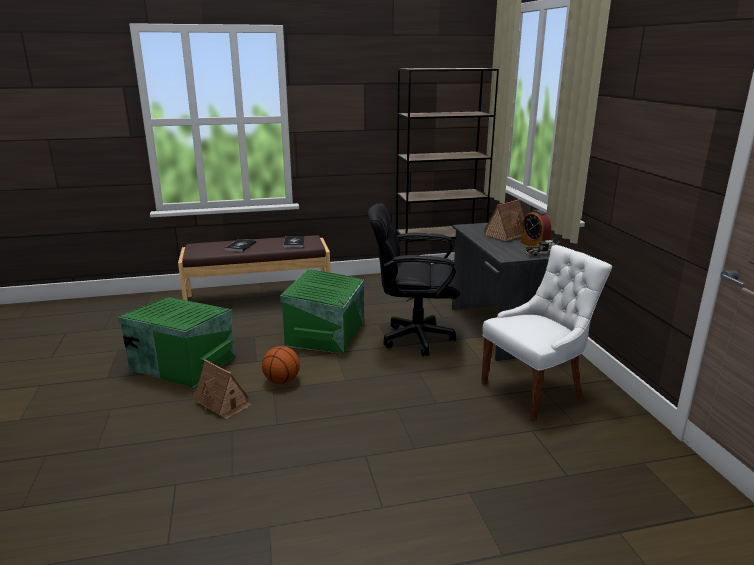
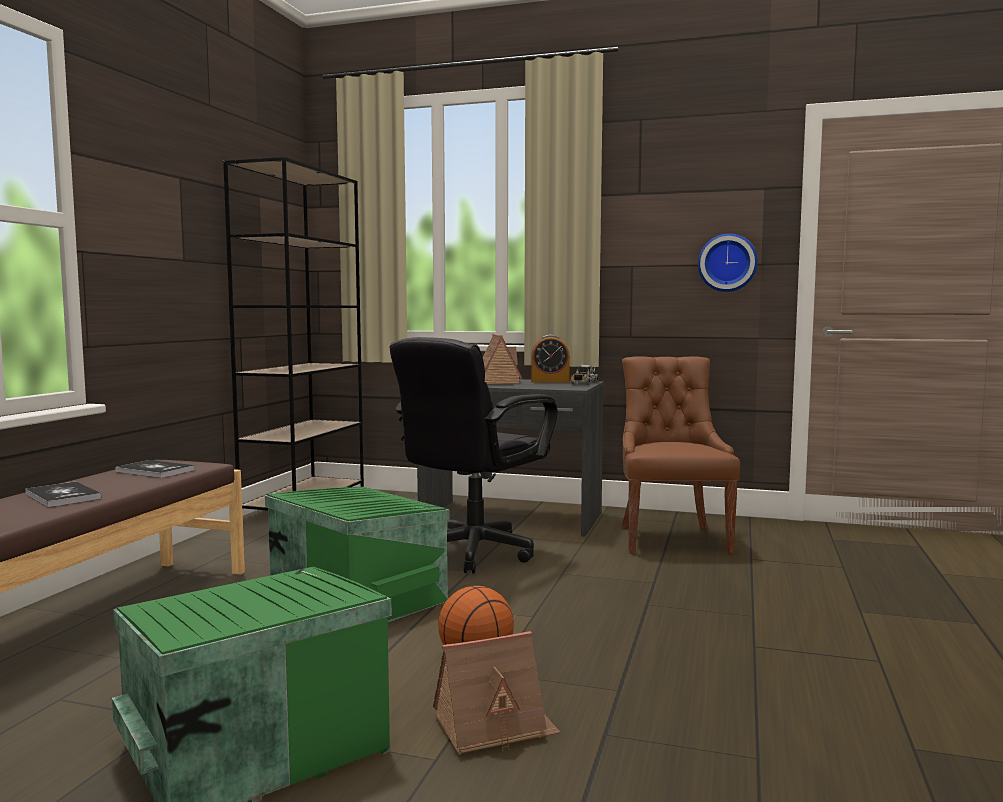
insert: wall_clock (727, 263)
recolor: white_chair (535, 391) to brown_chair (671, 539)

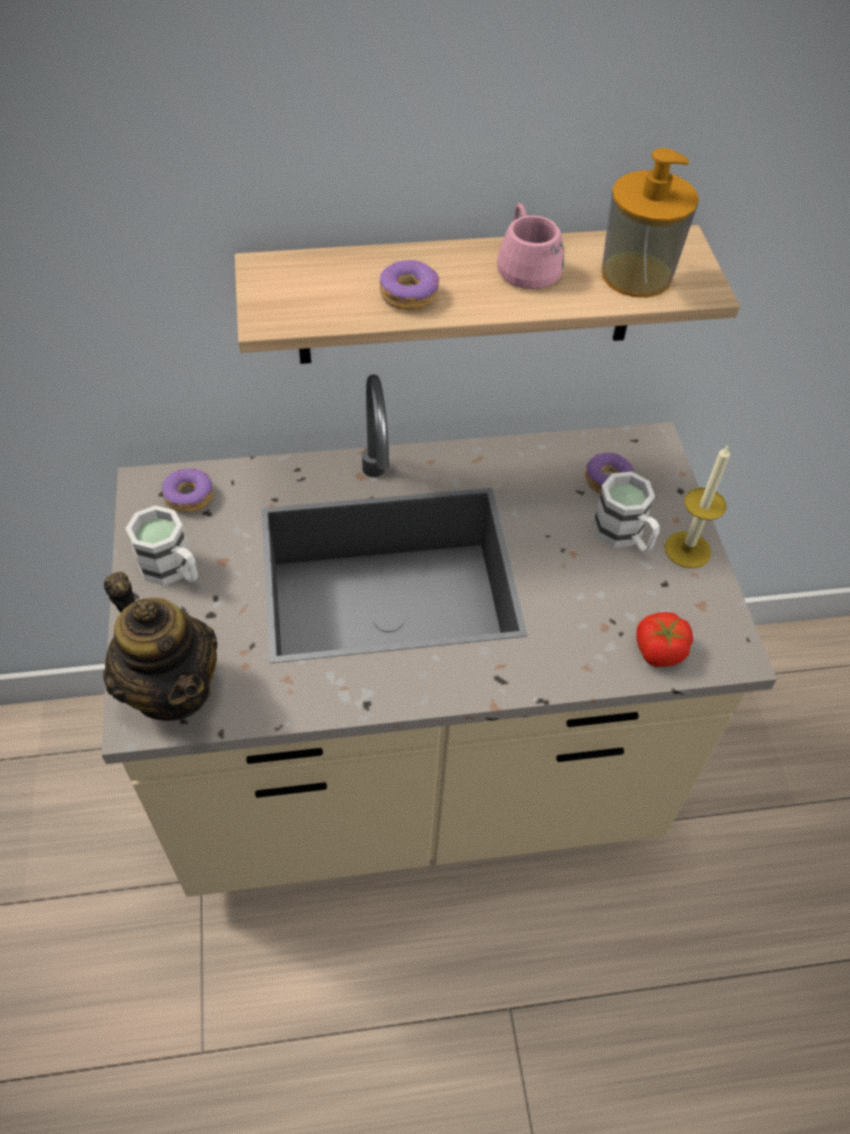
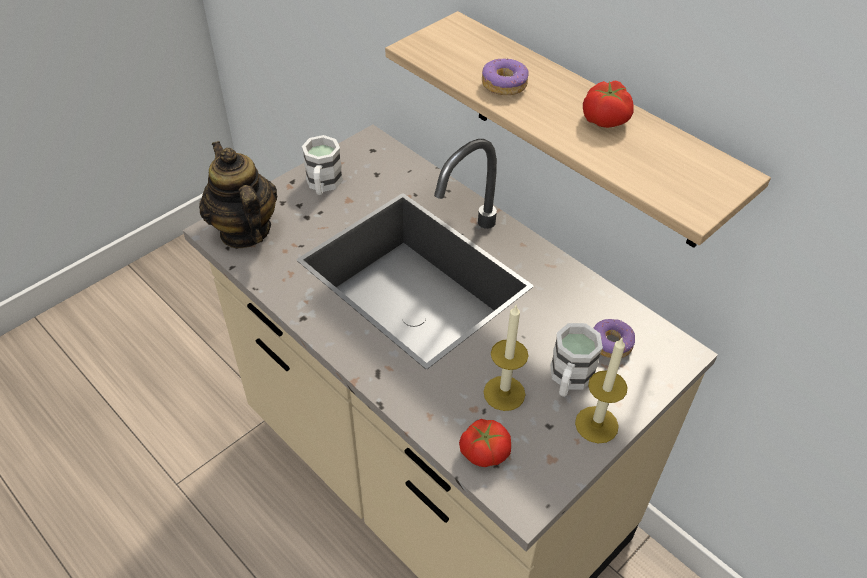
delete: donut (188, 496); soap_dispenser (636, 275)
insert: candle (504, 393)
replace: pink_mug (533, 264) to tomato (606, 119)
rotate: teapot (172, 688) = (244, 231) 135 degrees clockwise

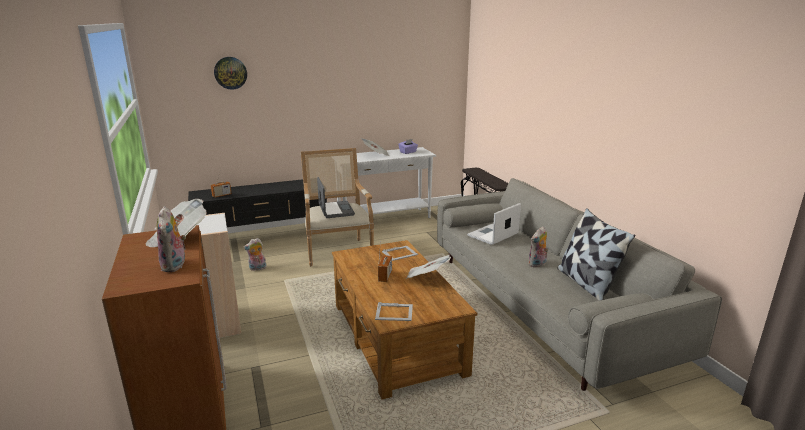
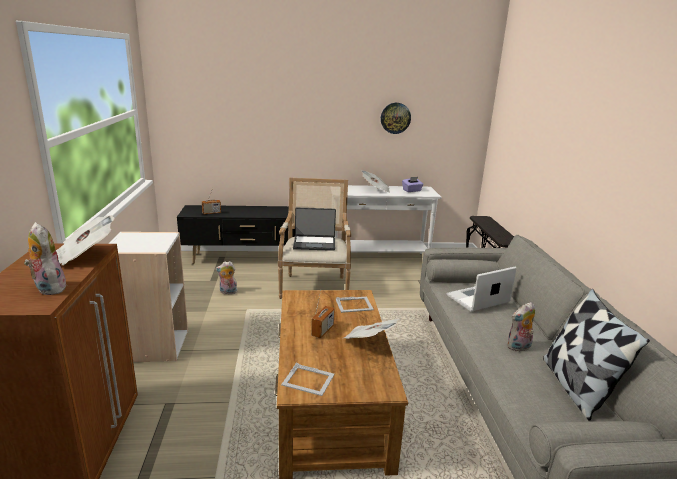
move: wall_clock (230, 73) to (395, 118)
rotate: plush_toy (175, 266) = (48, 288) 135 degrees clockwise; laptop (335, 210) = (314, 243) 90 degrees clockwise

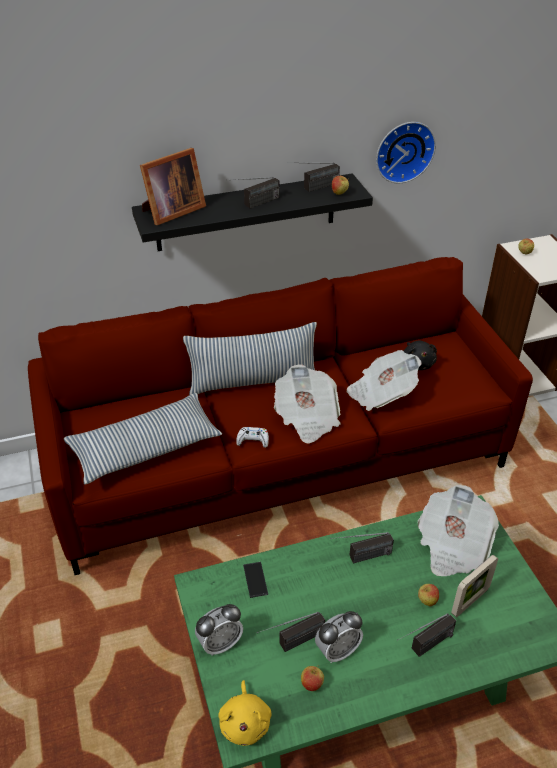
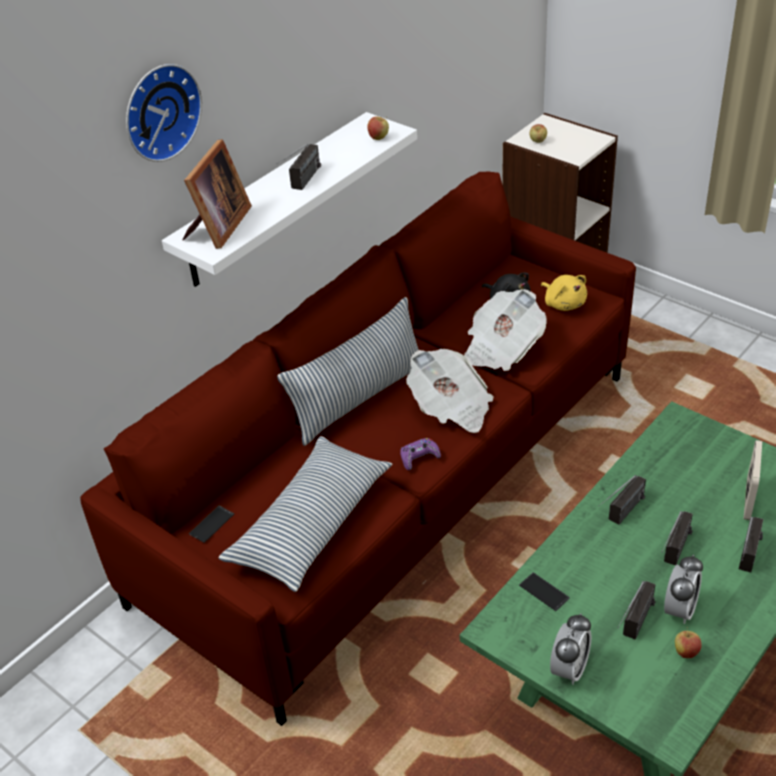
delete: newspaper (452, 546); apple (427, 601)
insert: phone (211, 524)
move: yellow_plush_toy (245, 722) to (564, 303); radio (313, 188) to (674, 556); wall_clock (403, 150) to (159, 111)
recolor: black_shelf (246, 213) to white_shelf (275, 200); white_game_controller (253, 440) to purple_game_controller (419, 457)

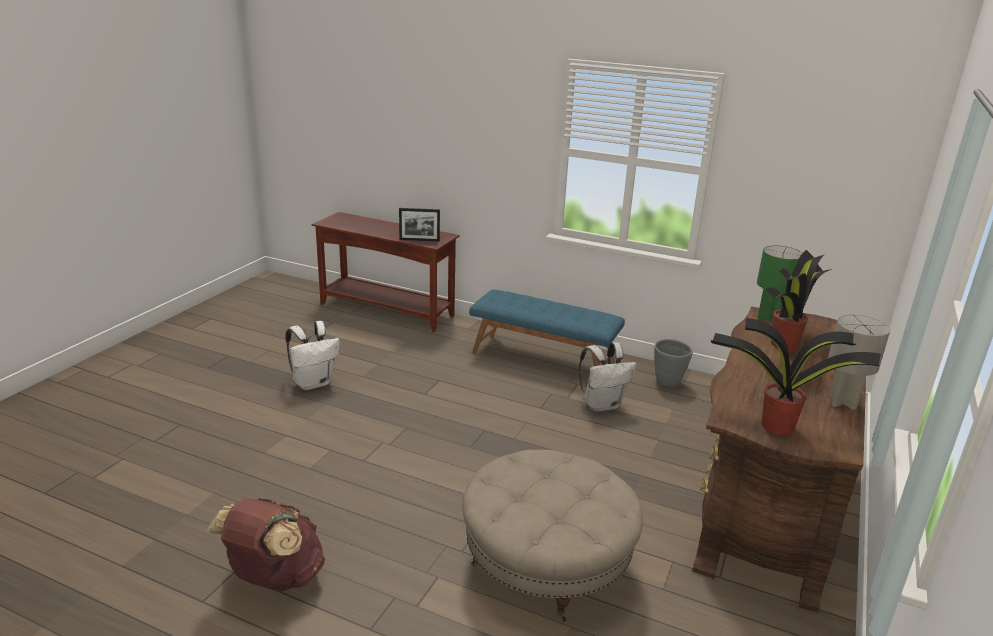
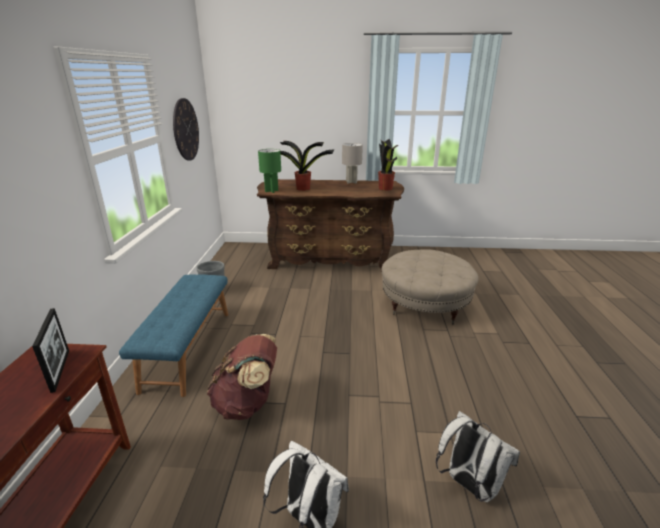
insert: wall_clock (186, 130)
move: brown_backpack (274, 578) to (247, 403); white_backpack (602, 404) to (469, 484)

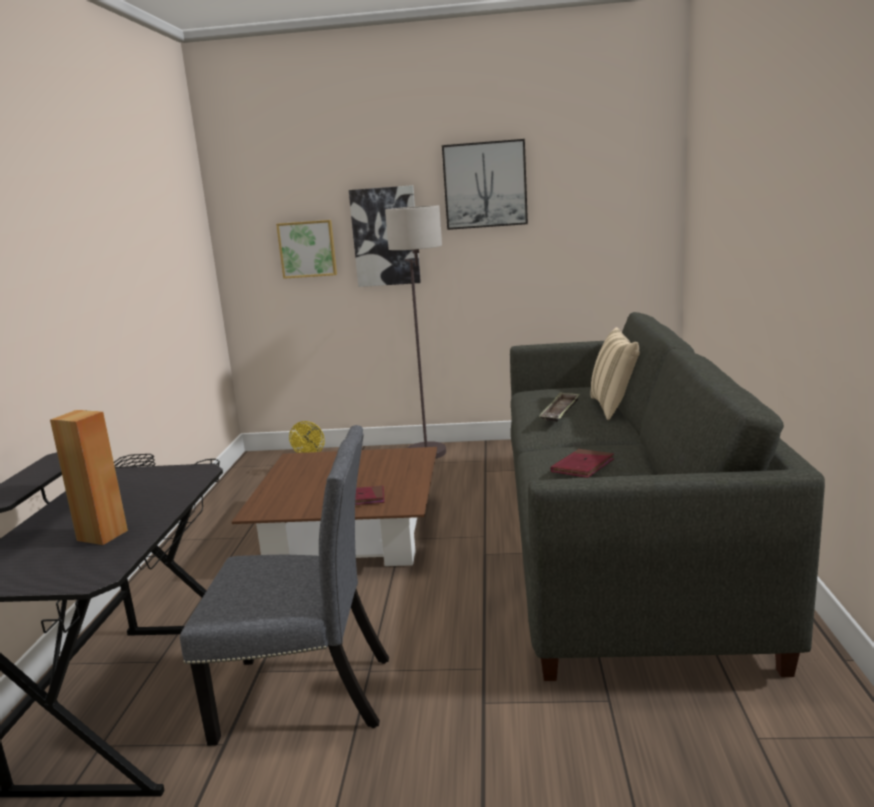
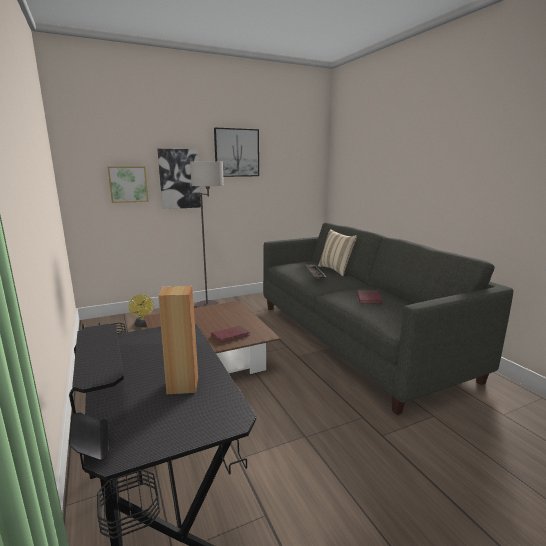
delete: grey_chair (301, 695)

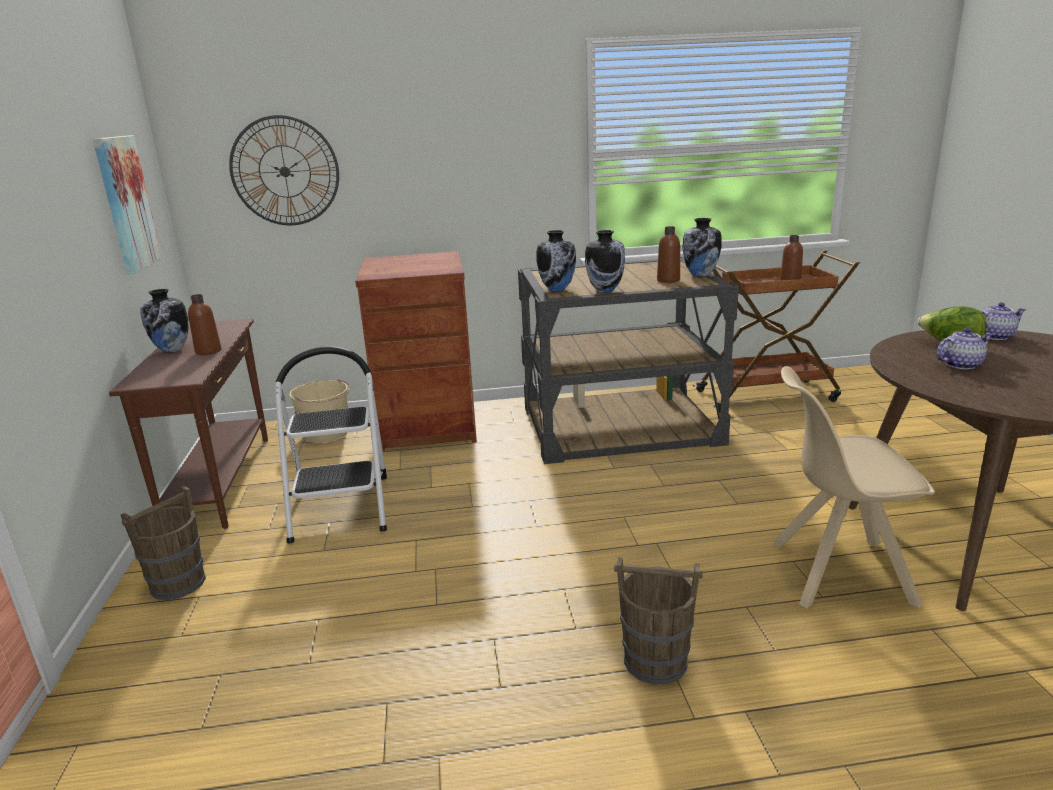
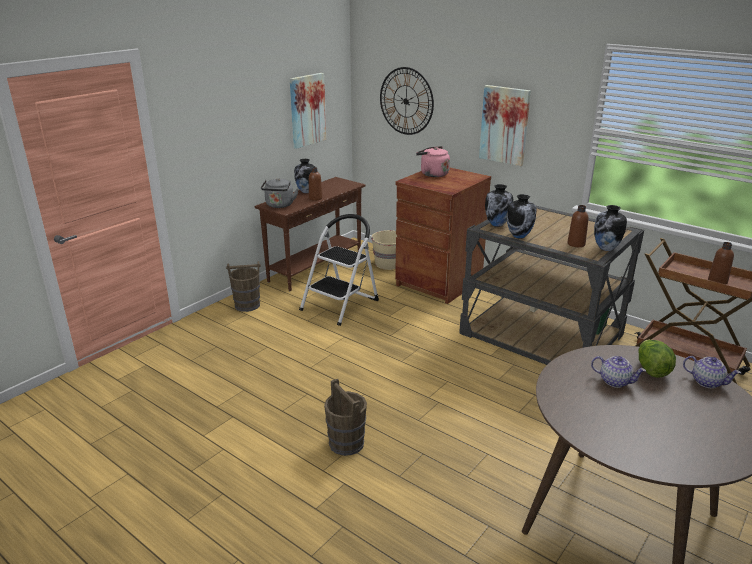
delete: beige_chair (838, 572)
insert: grey_kettle (279, 205); pink_kettle (432, 174); picture (504, 125)

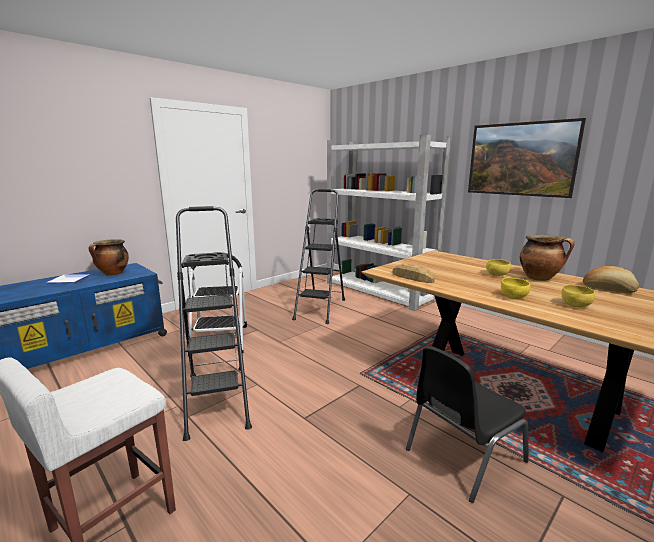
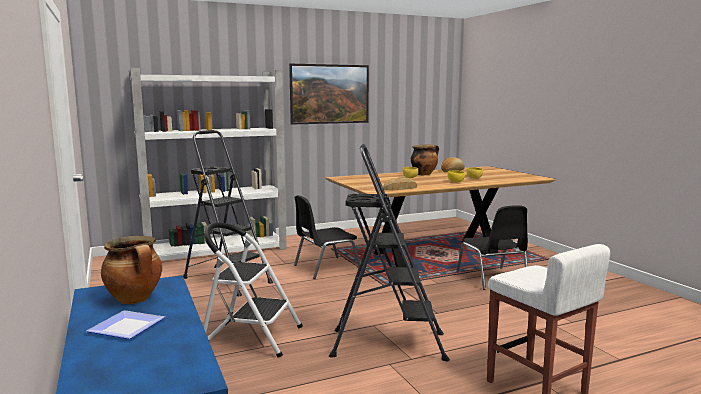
insert: black_chair (325, 268)

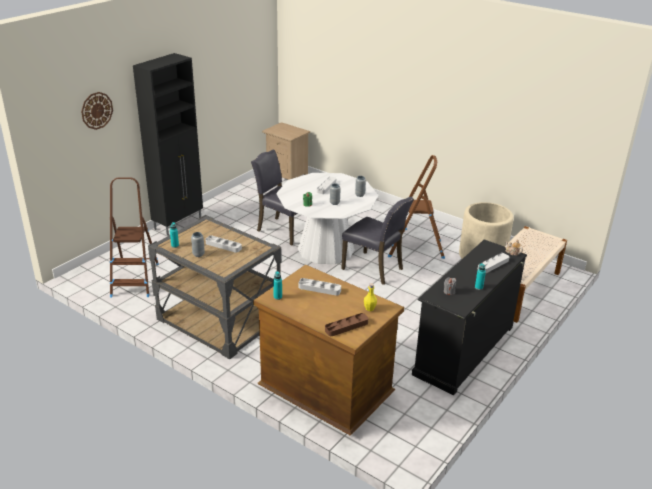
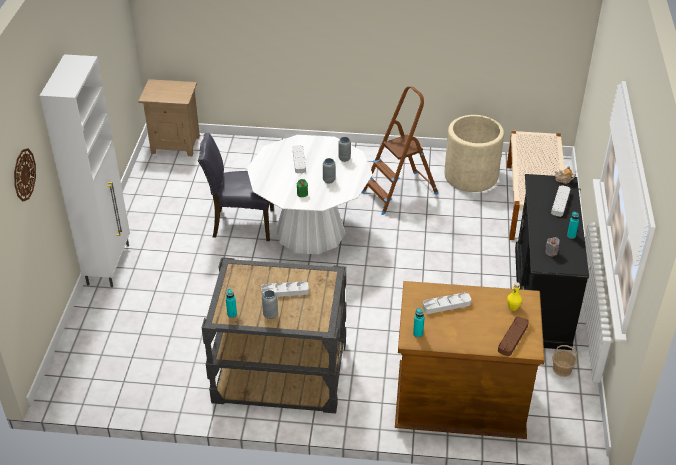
delete: brown_step_ladder (135, 280); grey_chair (374, 269)
insert: basket (562, 369)
recolor: black_cabinet (179, 223) to white_cabinet (109, 264)

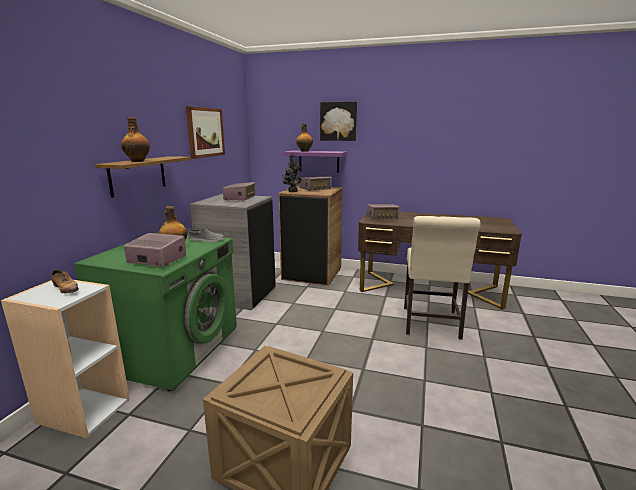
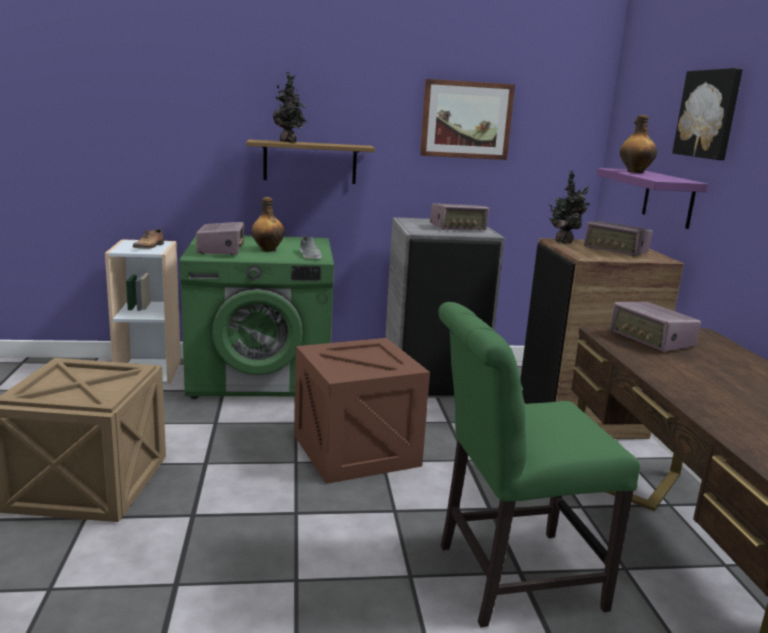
insert: crate (356, 450)
replace: bottle (138, 161) to potted_plant (290, 142)
recolor: beige_chair (430, 325) to green_chair (508, 577)

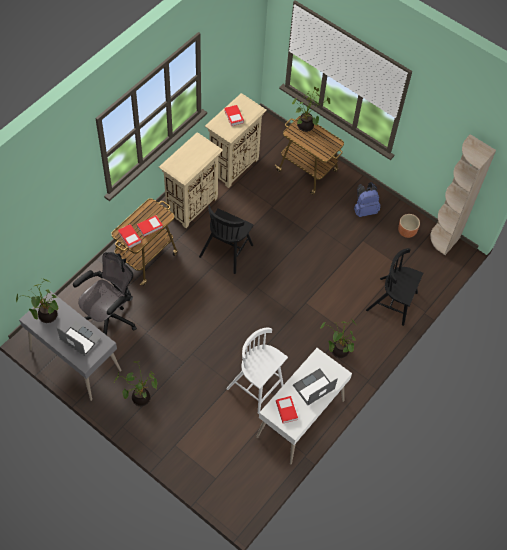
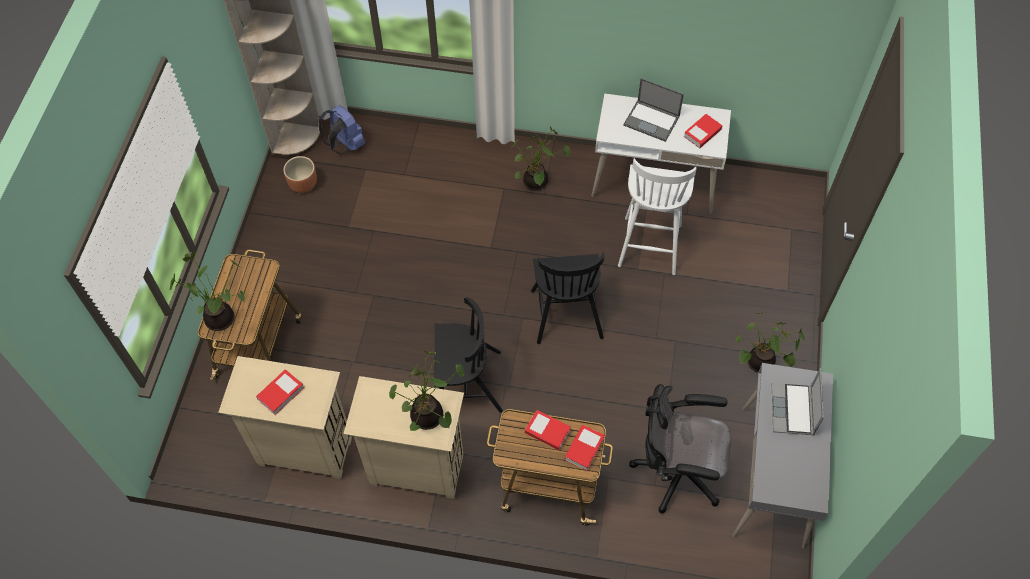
move: potted_plant (46, 316) to (429, 417); blue_backpack (364, 210) to (345, 145); black_chair (394, 302) to (566, 309)

